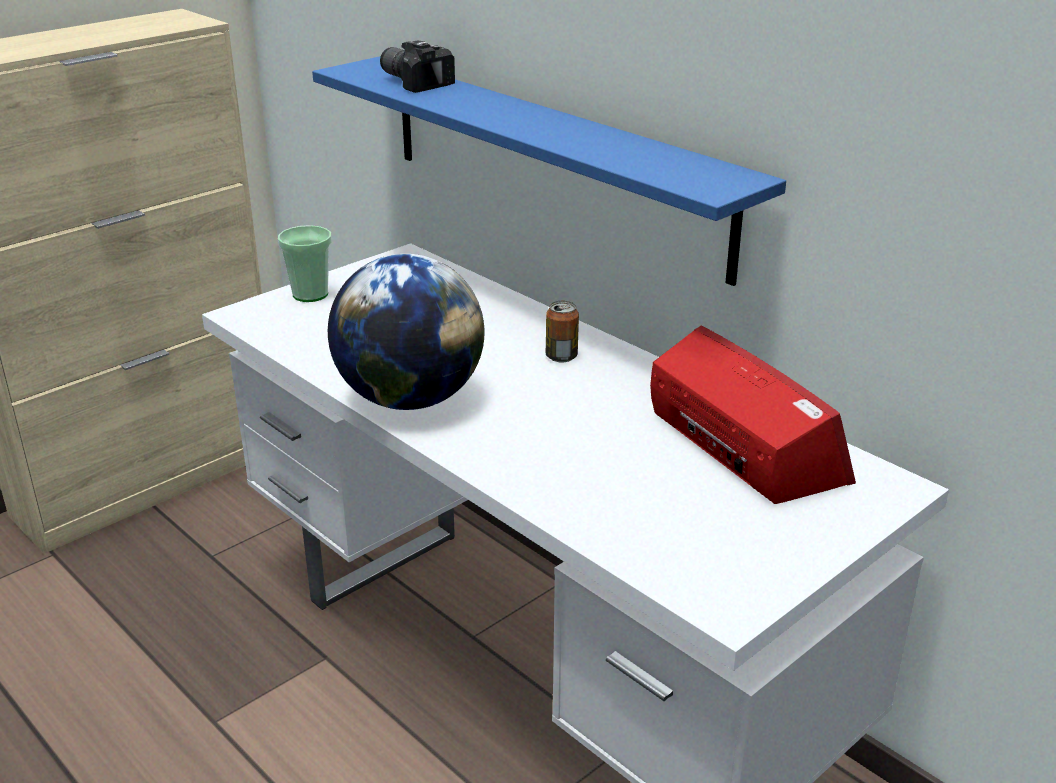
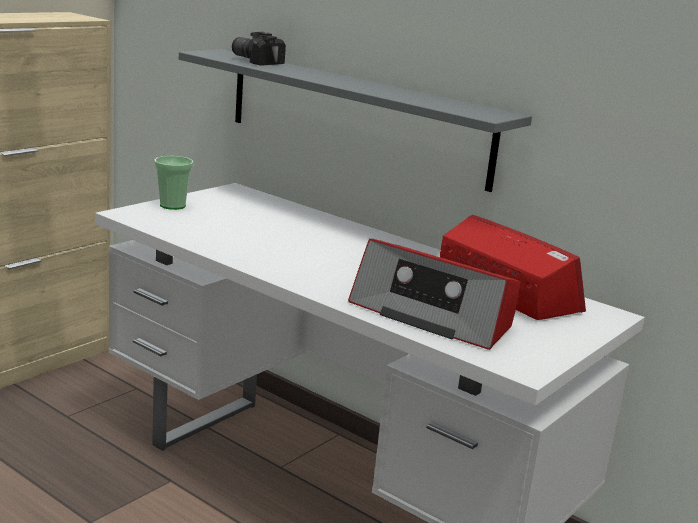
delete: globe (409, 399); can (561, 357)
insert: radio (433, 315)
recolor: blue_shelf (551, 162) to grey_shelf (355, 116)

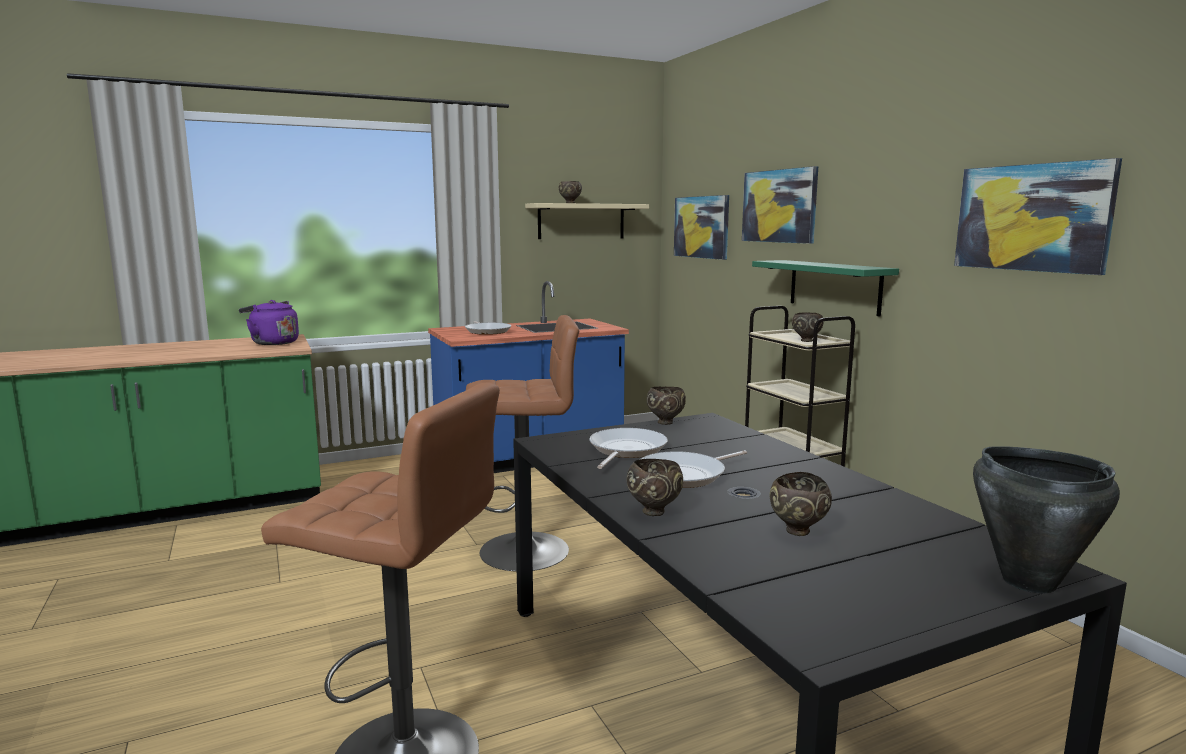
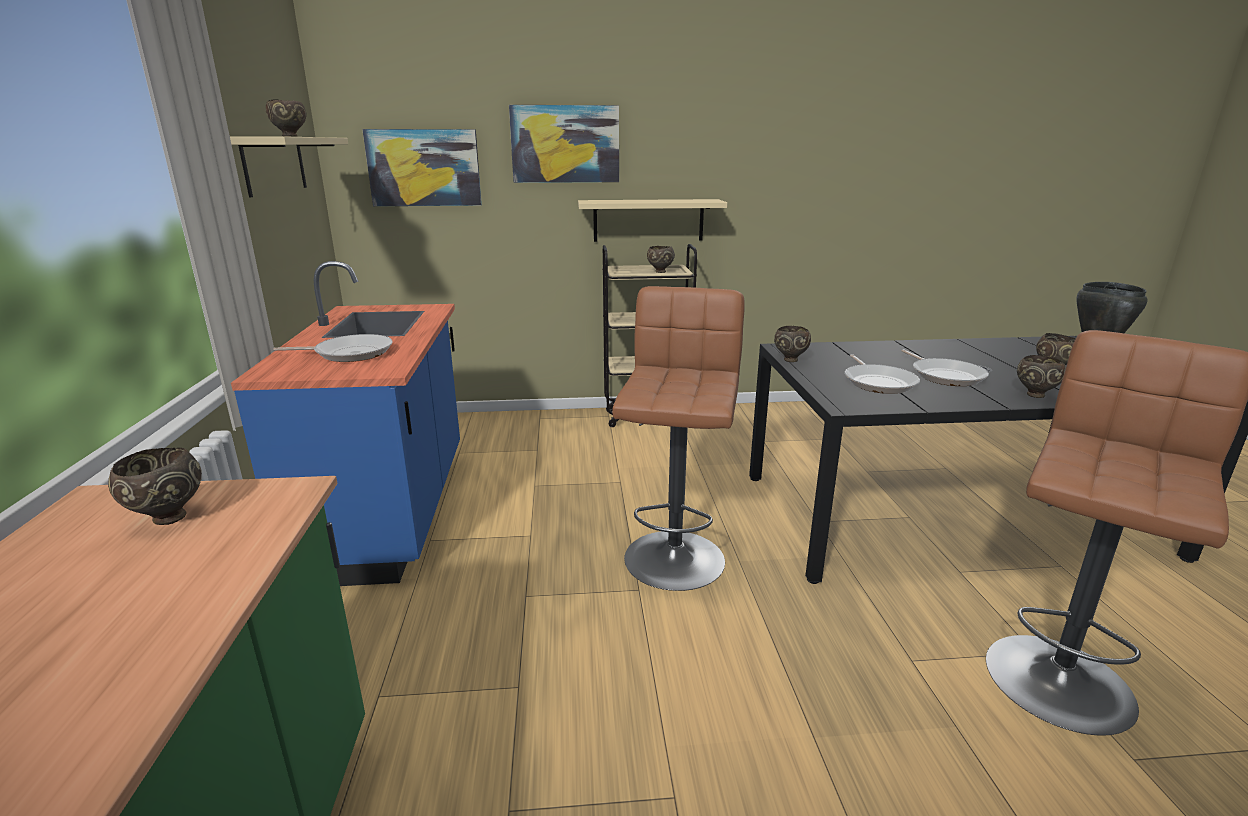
delete: picture (1031, 217)
replace: purple_kettle (272, 343) to brown_bowl (167, 518)
recolor: green_shelf (834, 286) to beige_shelf (648, 220)
rotate: frying_pan (625, 450) = (878, 382) 135 degrees counterclockwise

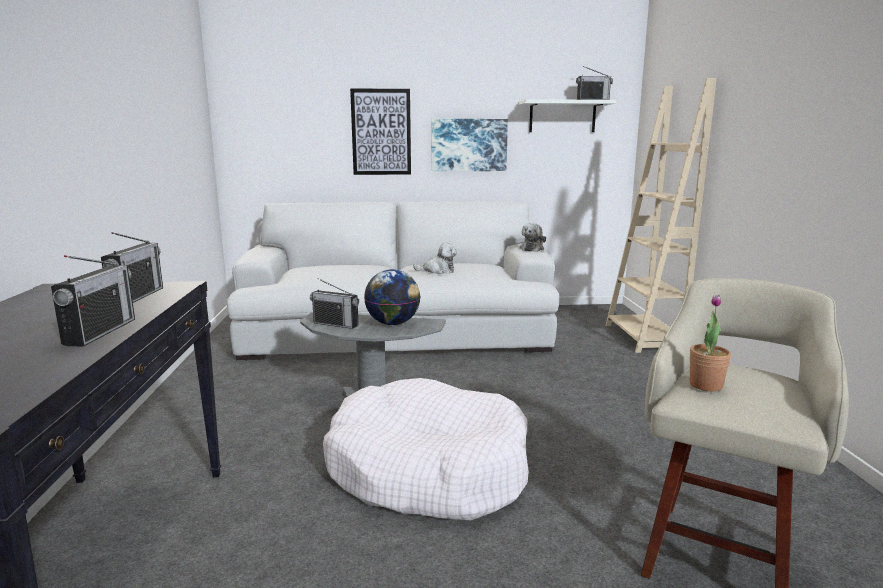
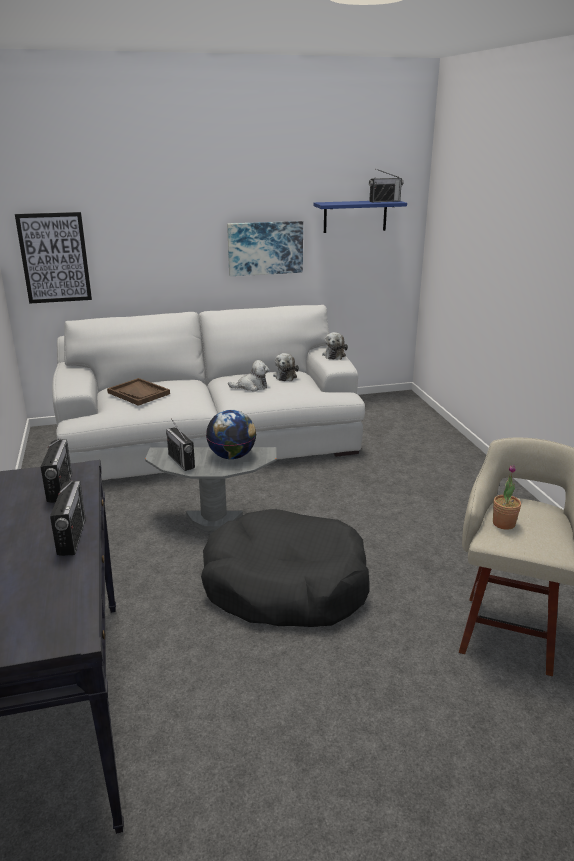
delete: beige_bookcase (643, 337)
insert: brown_tray (139, 393); plush_toy (285, 376)
move: picture (381, 132) to (54, 258)
recolor: white_dog_bed (427, 469) to black_dog_bed (285, 585); white_shelf (562, 116) to blue_shelf (355, 216)
rotate: radio (336, 324) = (181, 461) 45 degrees clockwise

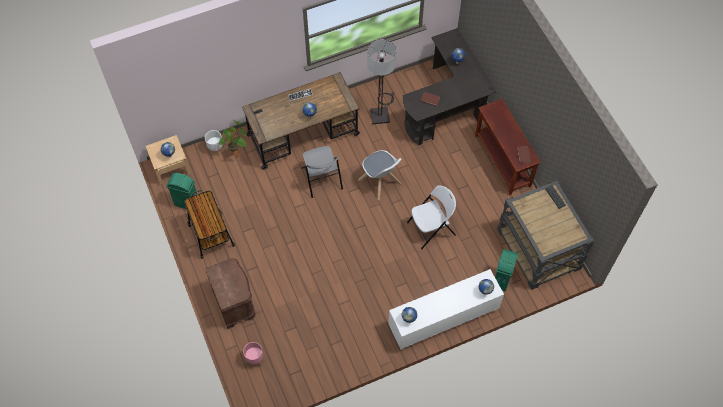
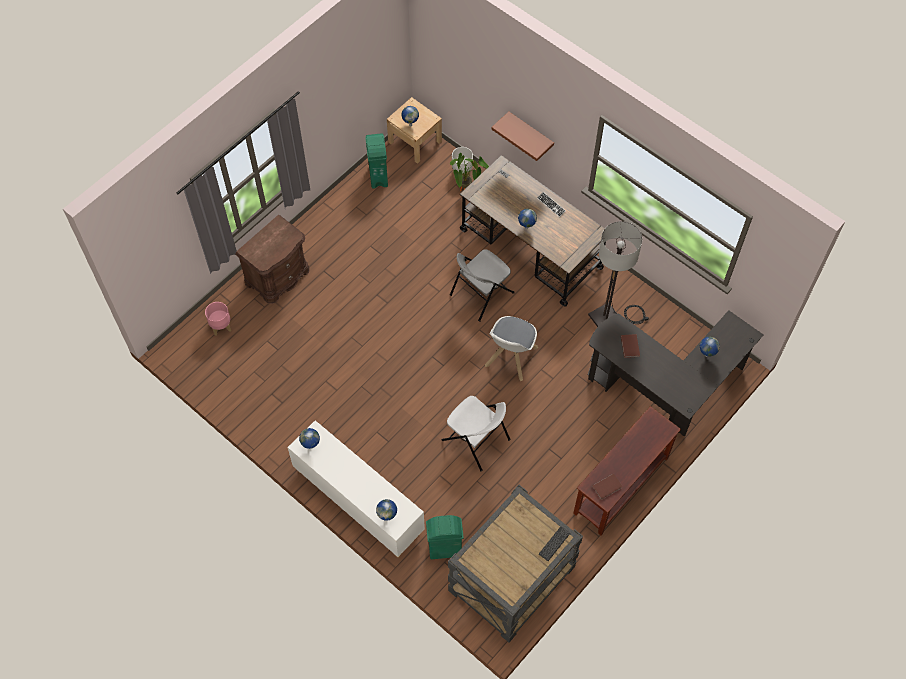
delete: cart (211, 236)
insert: brown_shelf (530, 133)

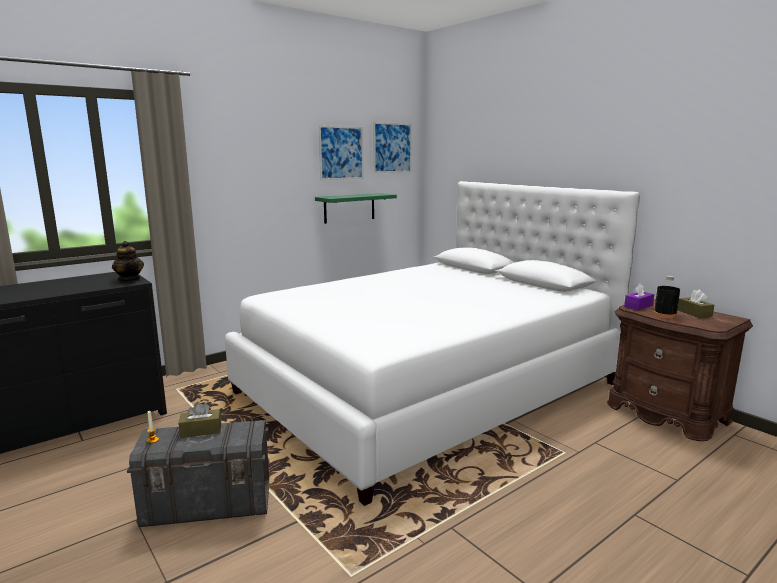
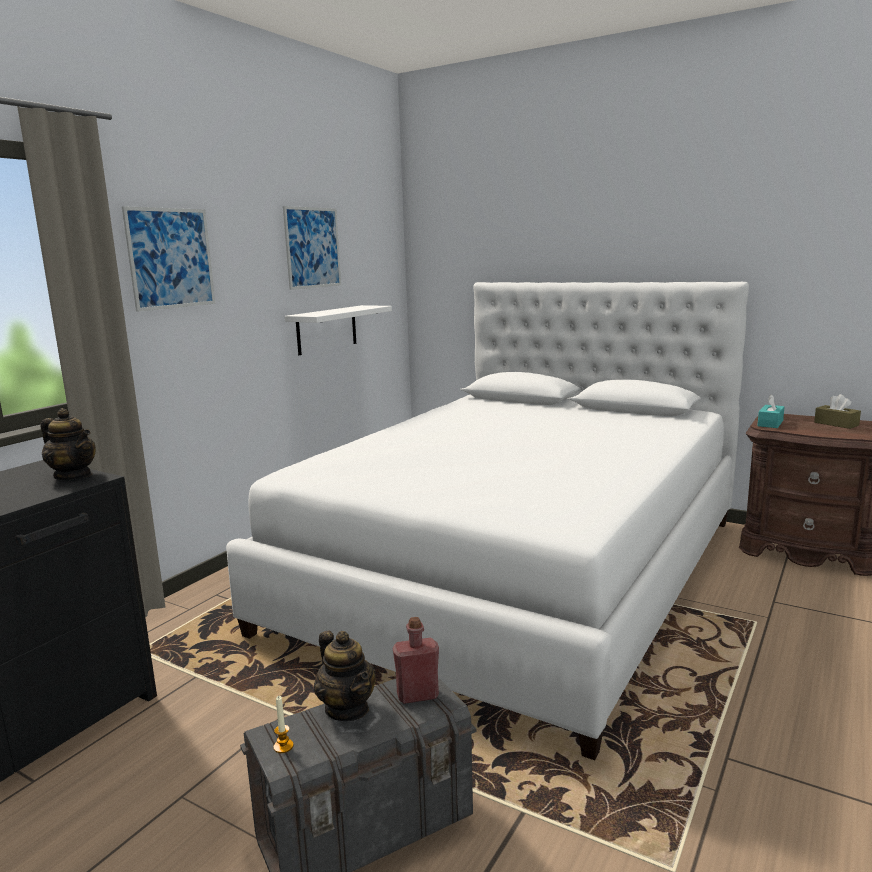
delete: black_bottle (665, 315)
insert: red_bottle (417, 695)
move: picture (392, 148) to (171, 258)
replace: brown_tissue_box (201, 430) to teapot (347, 708)
recolor: green_shelf (349, 208) to white_shelf (327, 329); purple_tissue_box (638, 306) to turquoise_tissue_box (770, 423)

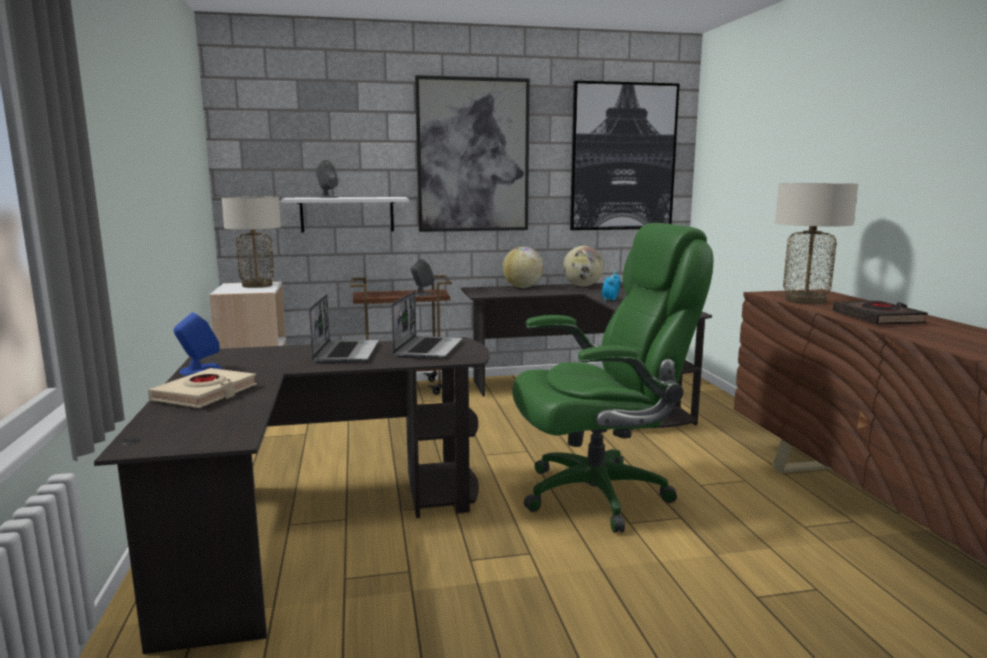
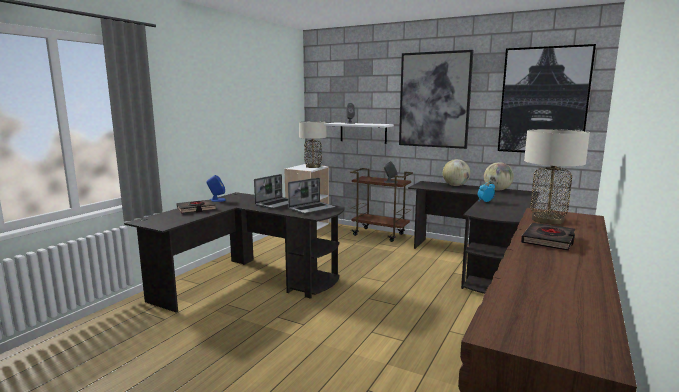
delete: green_office_chair (598, 494)
recolor: beige_book (205, 394) to black_book (196, 209)

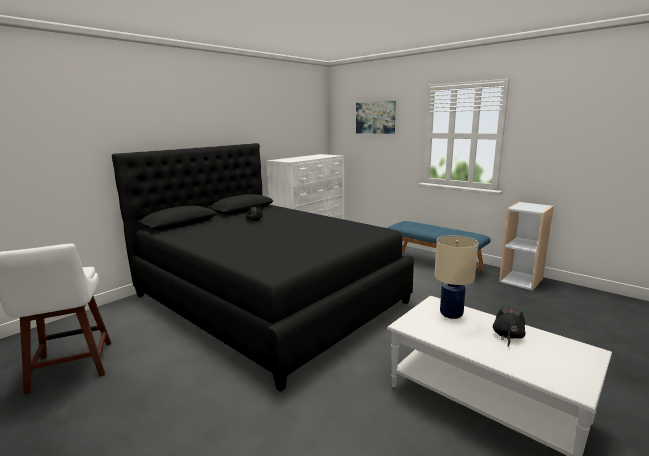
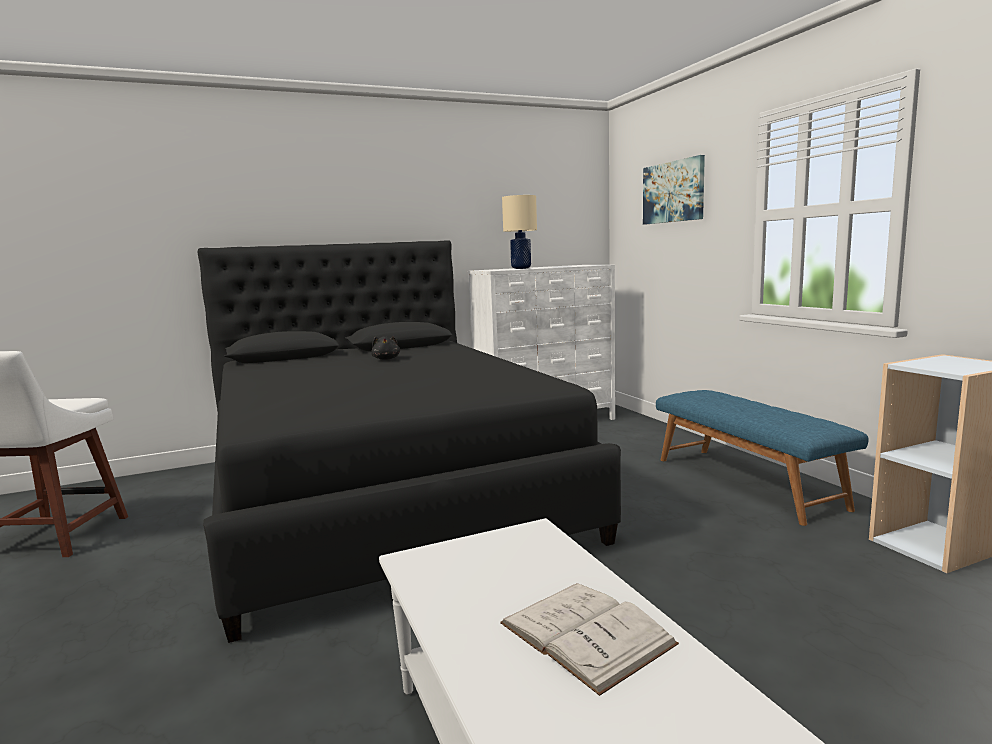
move: beige_table_lamp (451, 315) to (521, 268)
replace: black_plush_toy (507, 336) to white_book (586, 633)

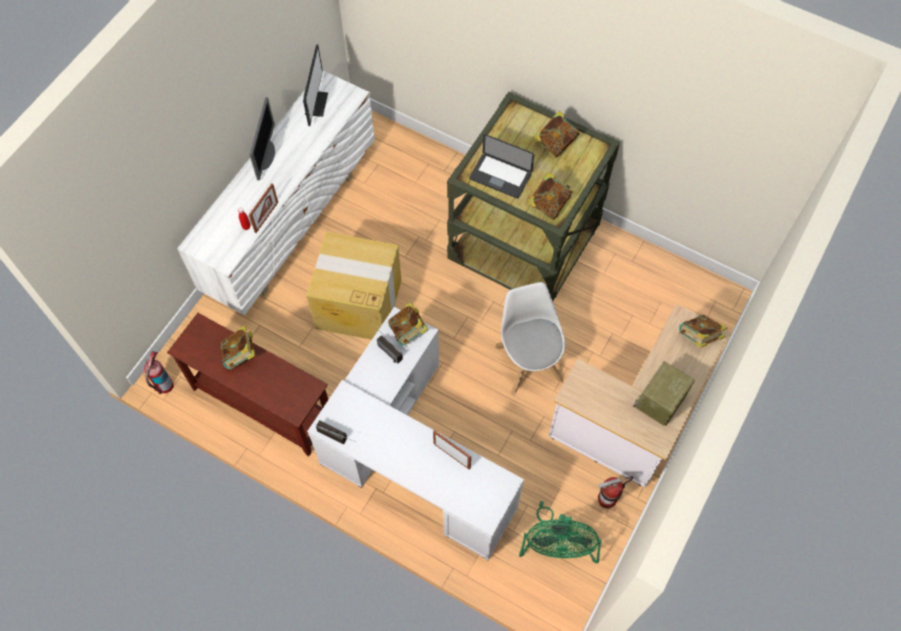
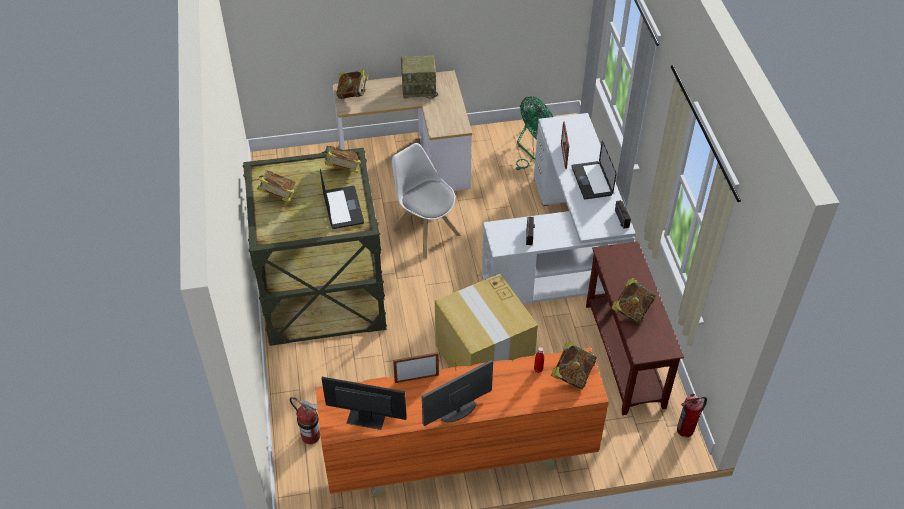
insert: laptop (591, 181)
move: picture_frame (266, 217) to (416, 378); book (408, 331) to (572, 374); fire_extinguisher (607, 499) to (311, 436)
recolor: white_cabinet (292, 224) to orange_cabinet (459, 461)
rotate: monitor (316, 103) = (365, 418) 45 degrees clockwise; chair (528, 360) = (425, 231) 105 degrees clockwise

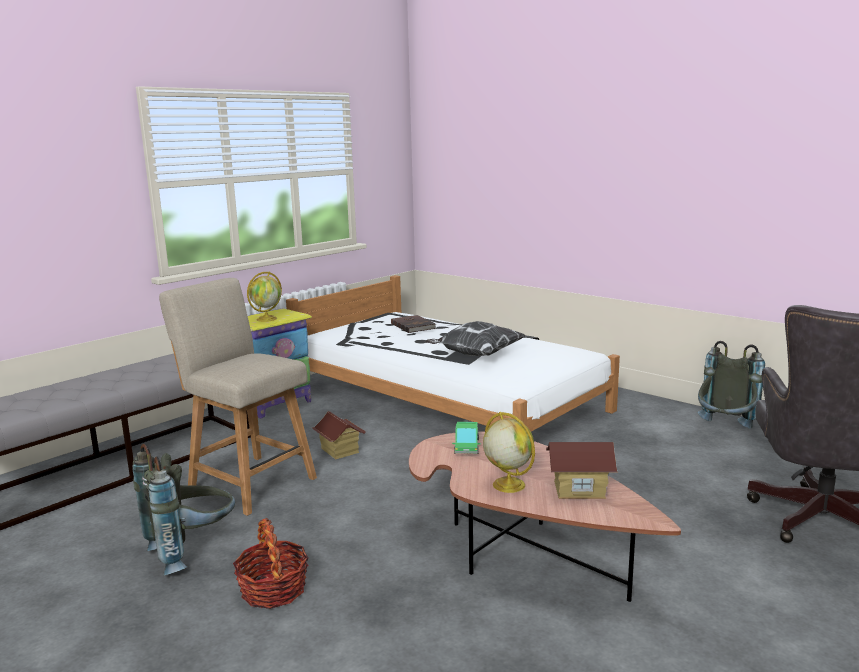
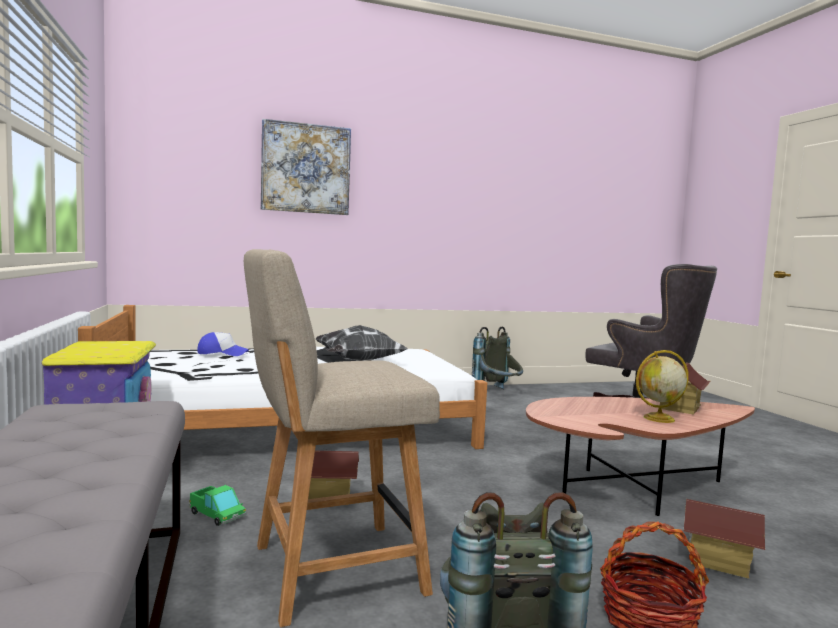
delete: globe (267, 319)
insert: picture (306, 168); toy_house (719, 562)
move: toy_truck (466, 446) to (217, 515)
replace: brown_book (413, 326) to cap (222, 353)

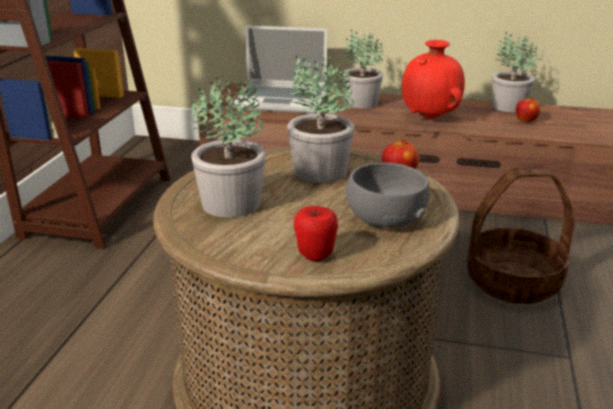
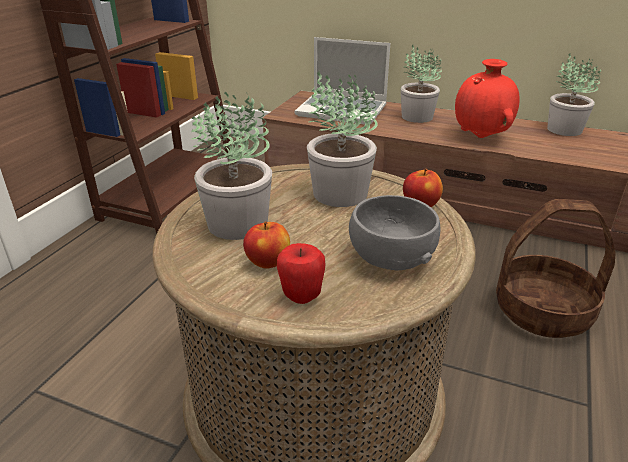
move: apple (526, 120) to (268, 262)

